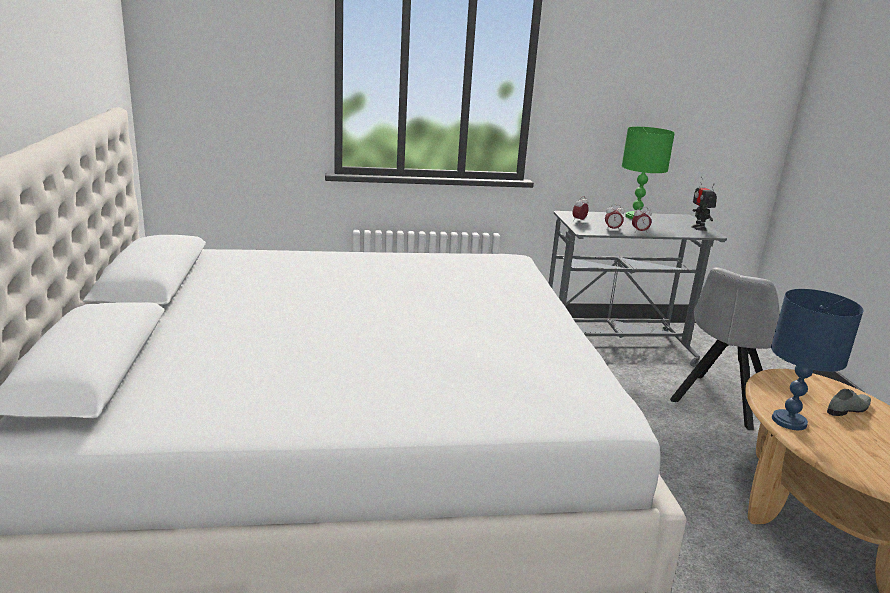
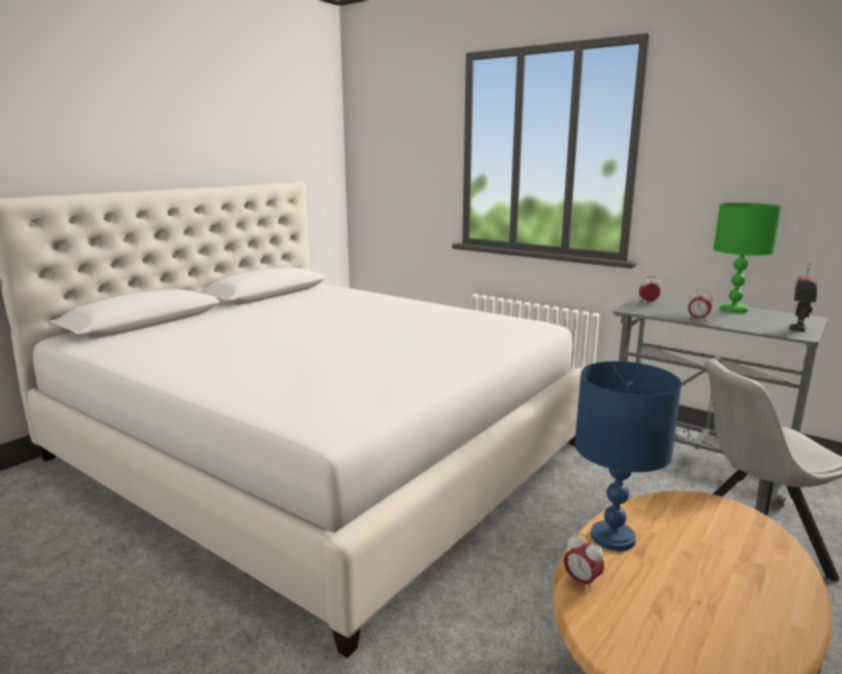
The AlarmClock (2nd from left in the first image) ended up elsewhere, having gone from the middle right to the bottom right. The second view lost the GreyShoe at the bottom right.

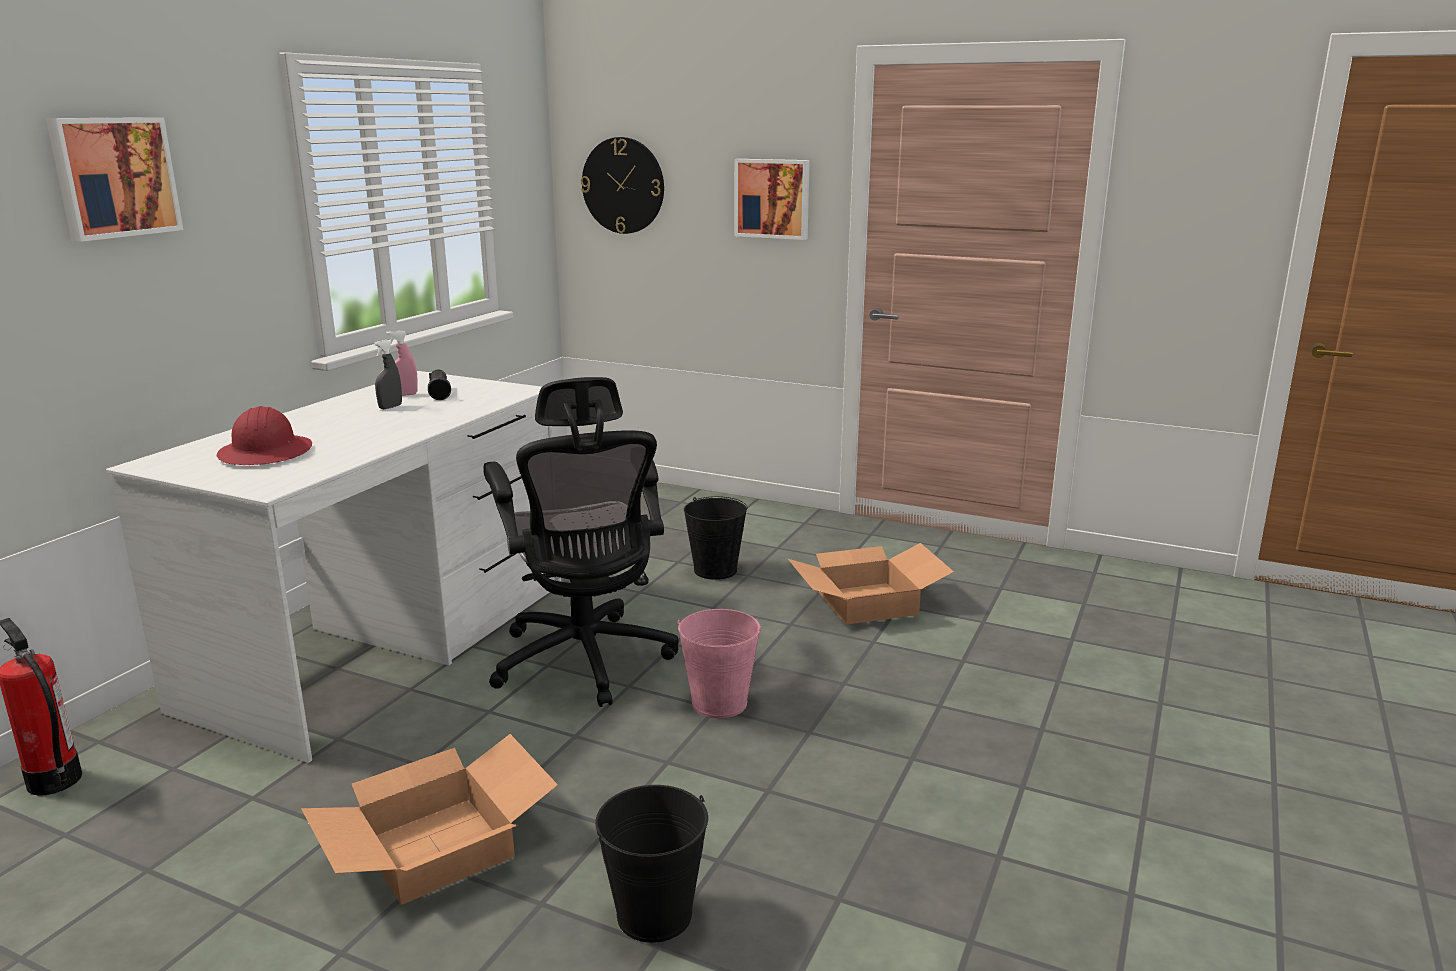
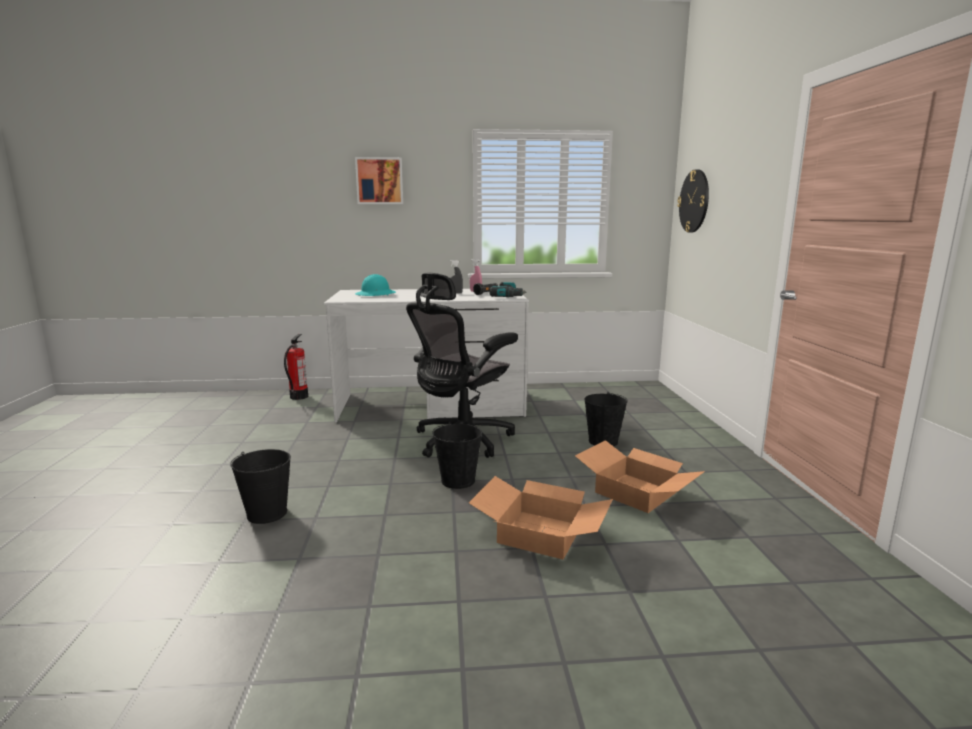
The second view lost the Picture (2nd from left) at the top centre. What was the RedHardHat at the middle left turned into the TurquoiseHardHat at the centre. What was the PinkBucket at the bottom centre turned into the BlackBucket (2nd from left) at the centre. The CardboardBox (1st from left) ended up elsewhere, having gone from the bottom left to the bottom centre. The second view gained the PowerDrill at the centre.

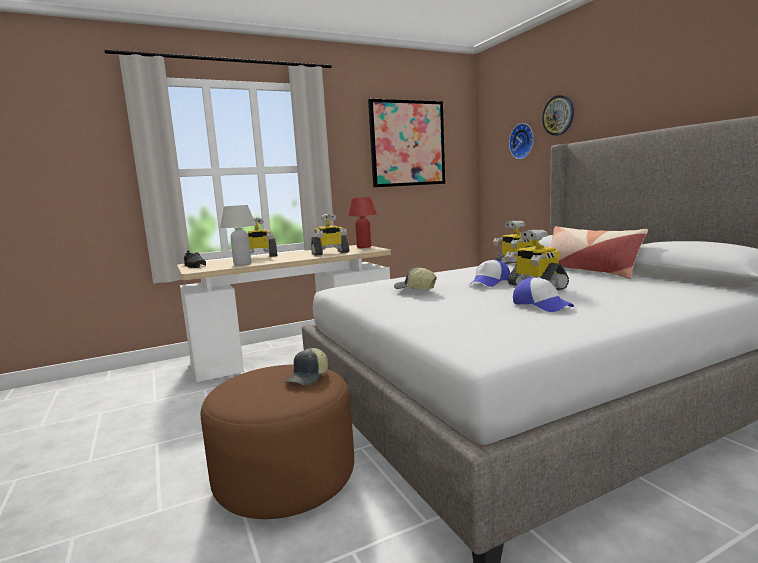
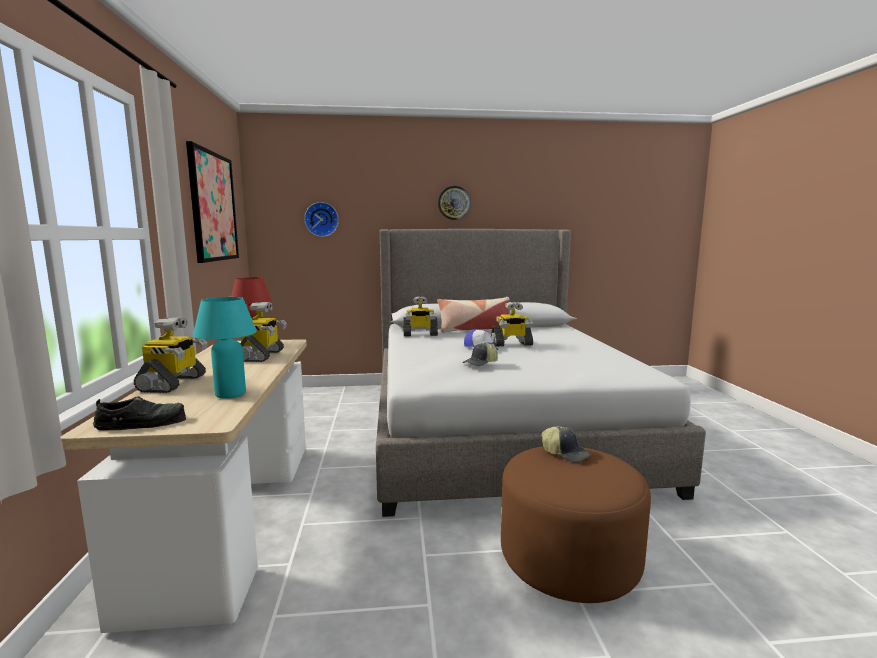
The WallClock (2nd from left) ended up elsewhere, having gone from the top right to the top centre. What was the WhiteTableLamp at the middle left turned into the TurquoiseTableLamp at the middle left. The second view lost the Cap (4th from left) at the middle right.

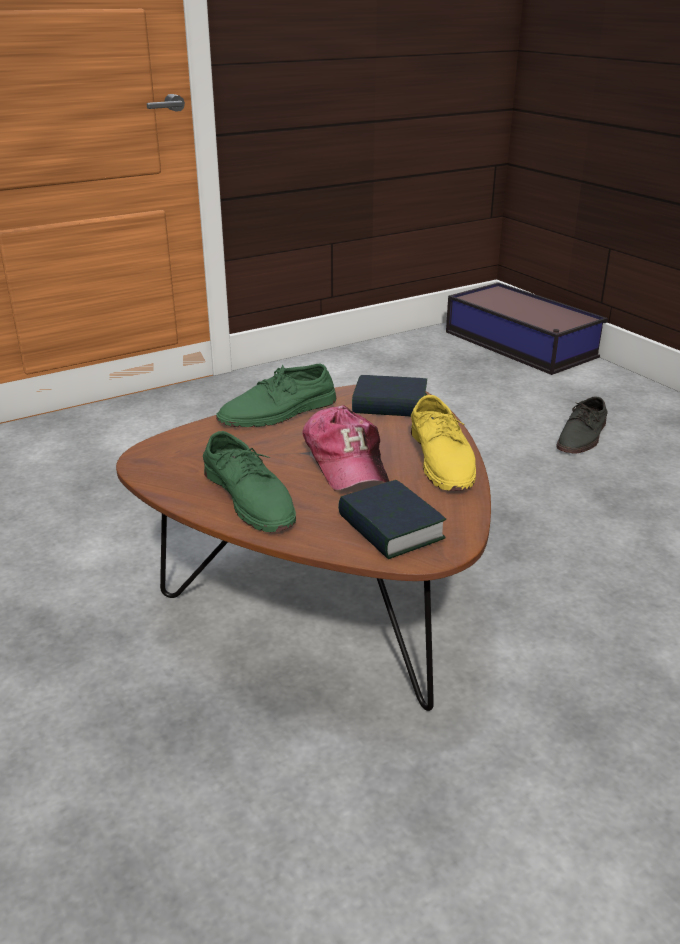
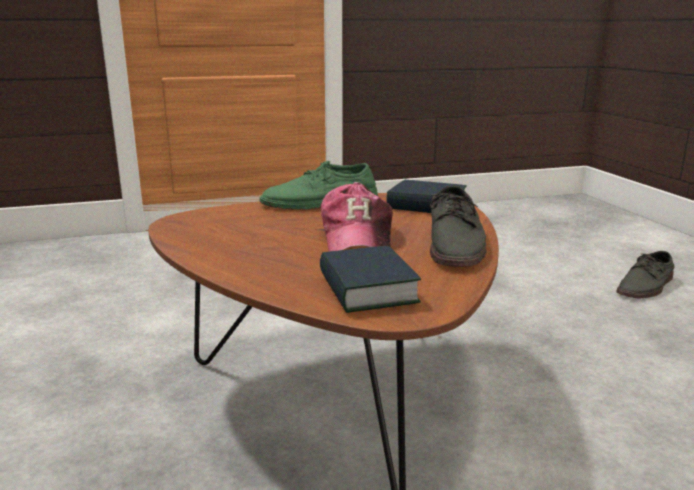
The second view lost the StorageBox at the middle right. What was the YellowShoe at the centre turned into the GreyShoe (1st from left) at the centre. The second view lost the GreenShoe (1st from left) at the centre.

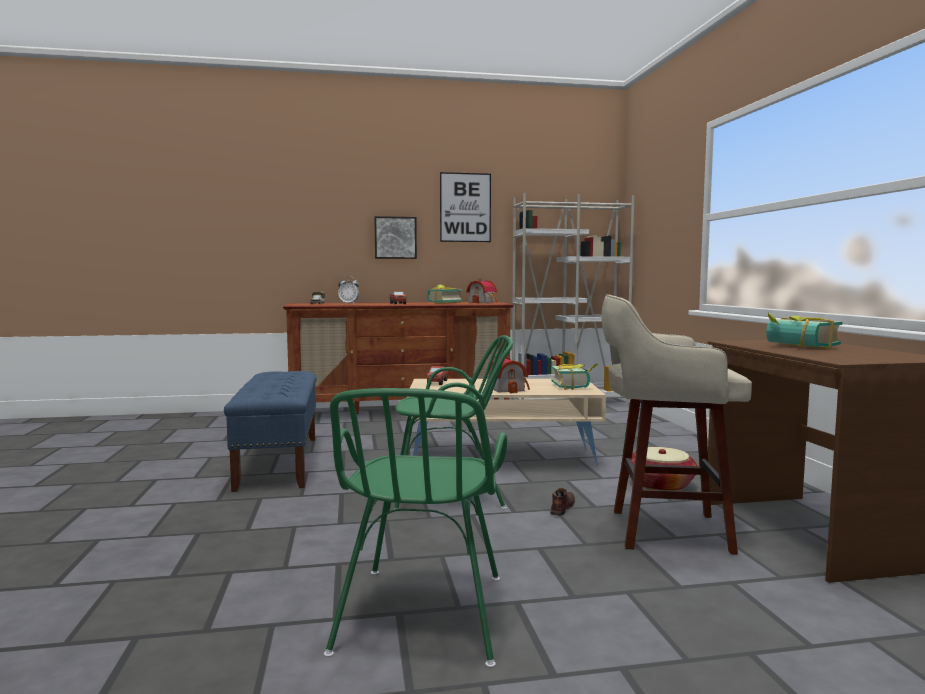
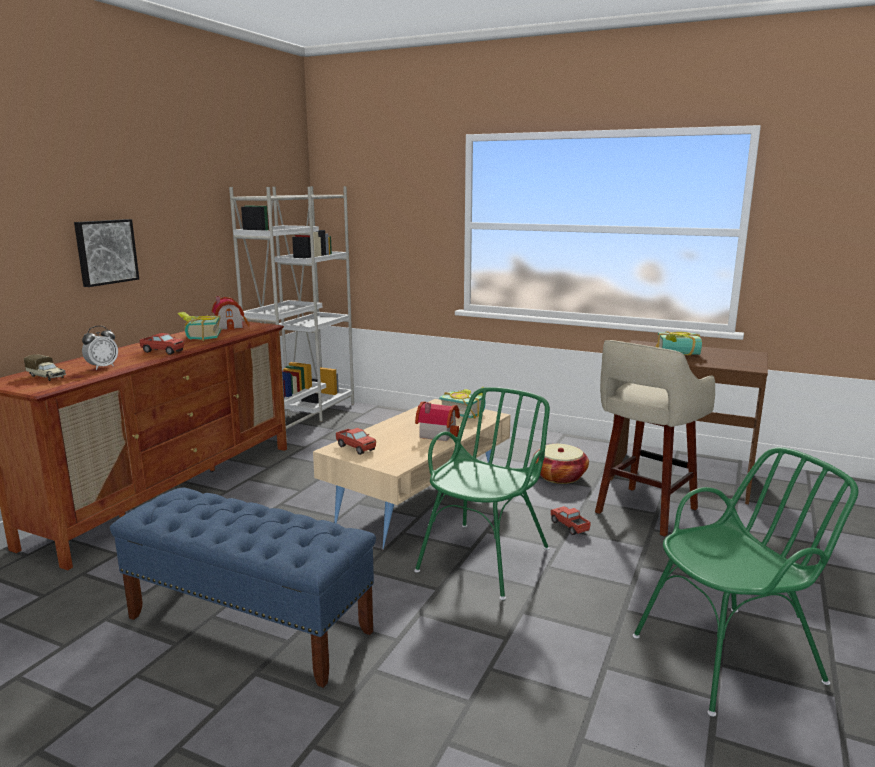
The second view lost the Picture (2nd from left) at the top centre. The GreenChair (1st from left in the first image) at the bottom centre ended up facing another way, 60 degrees counterclockwise from before. Where the BrownShoe stood at the bottom centre, the ToyTruck (4th from left) came to stand at the bottom centre.

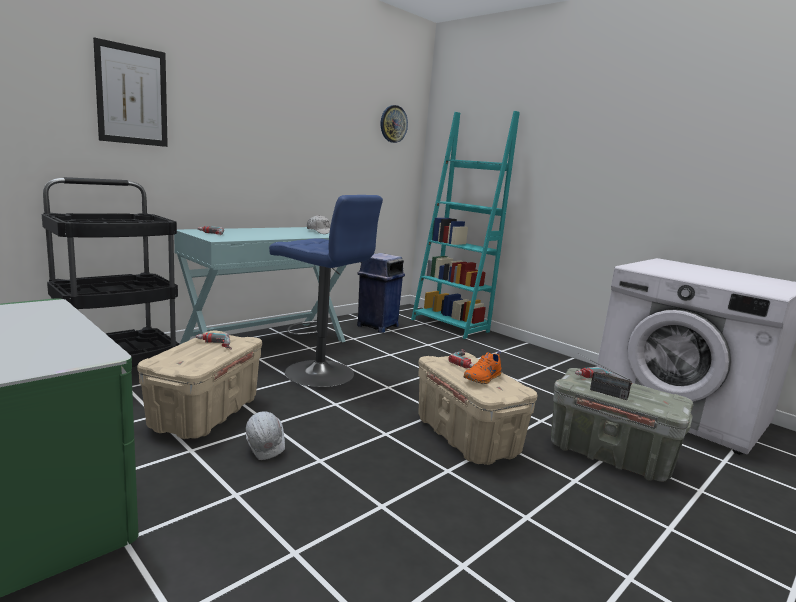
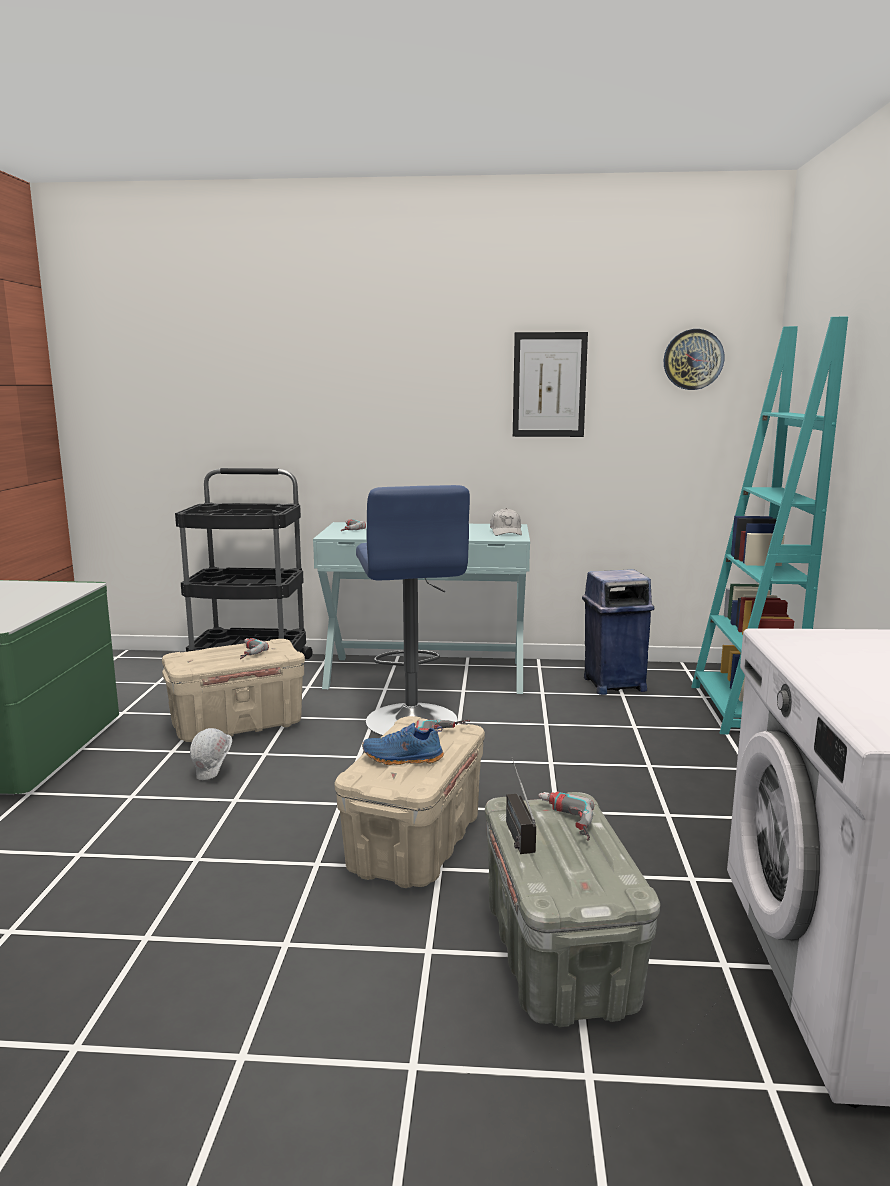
The Picture ended up elsewhere, having gone from the top left to the top centre. What was the OrangeShoe at the centre turned into the BlueShoe at the centre.

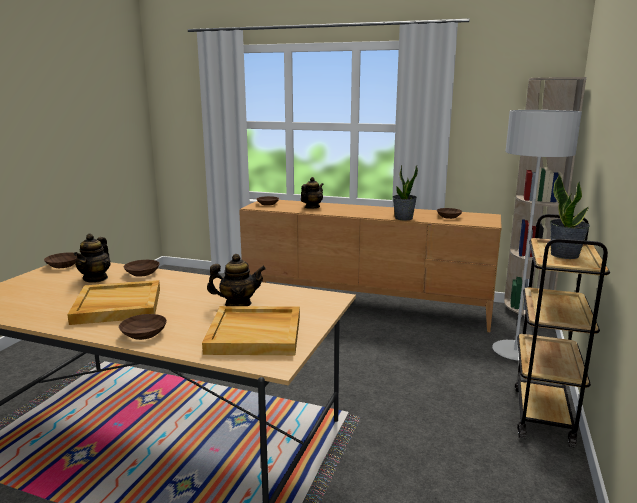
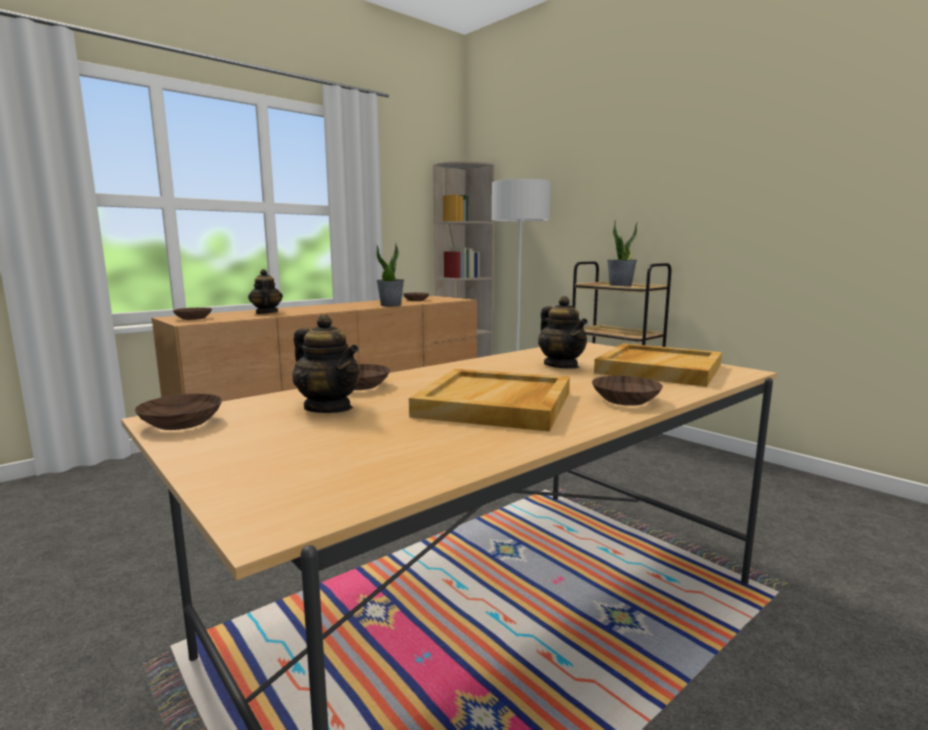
The Teapot (2nd from left in the first image) at the centre ended up facing another way, 135 degrees clockwise from before.

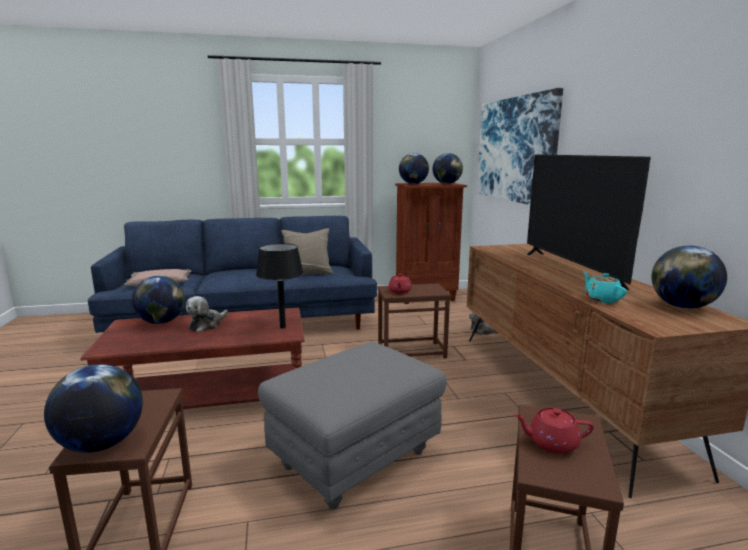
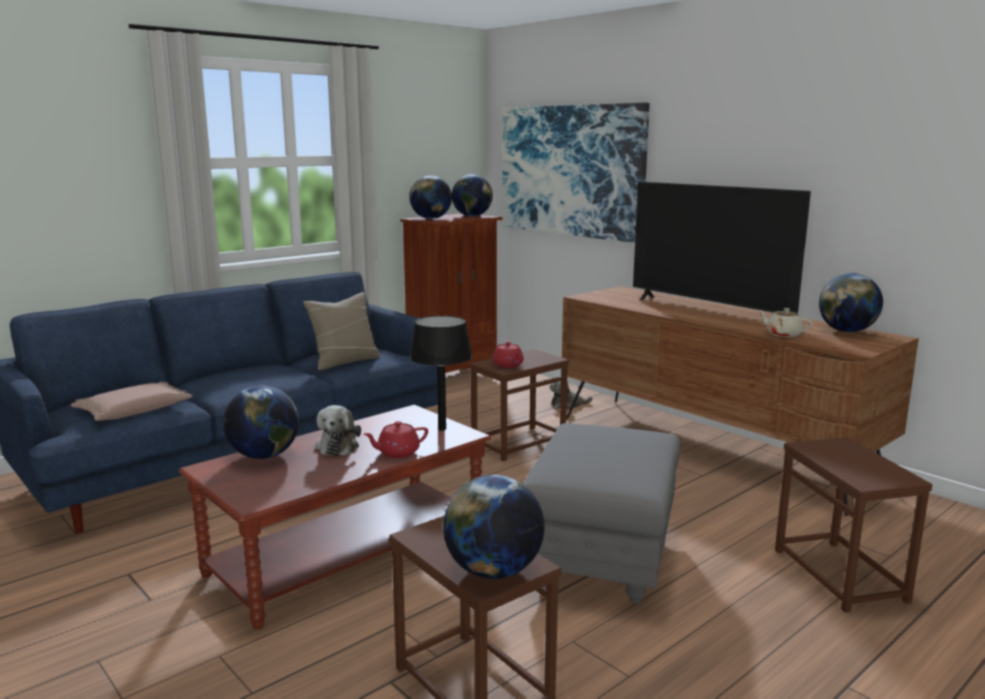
What was the TurquoiseTeapot at the middle right turned into the BeigeTeapot at the middle right. The RedTeapot (2nd from left in the first image) ended up elsewhere, having gone from the bottom right to the centre.

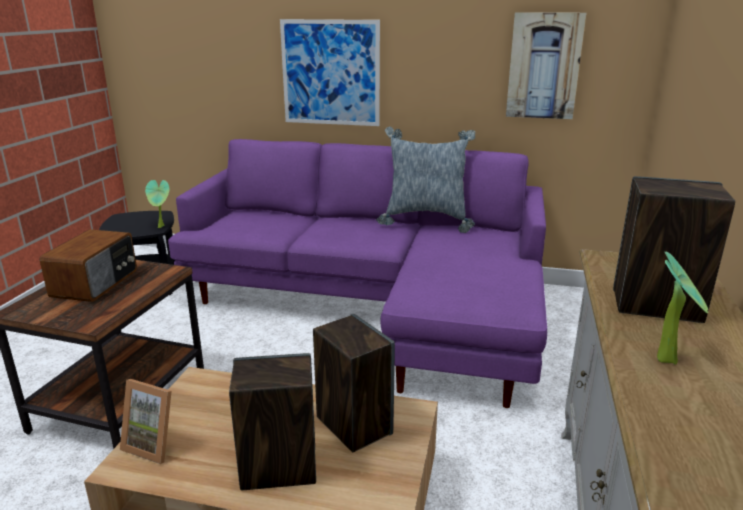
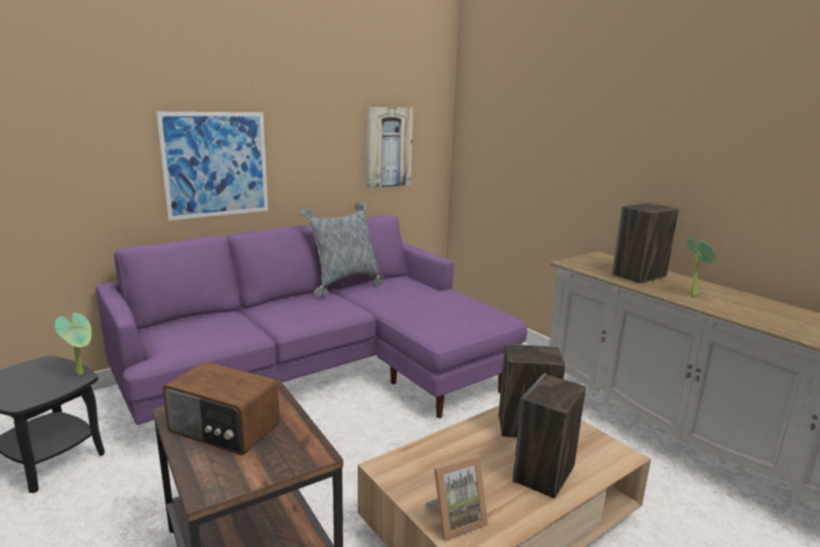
The Radio at the middle left ended up facing another way, 150 degrees clockwise from before.

